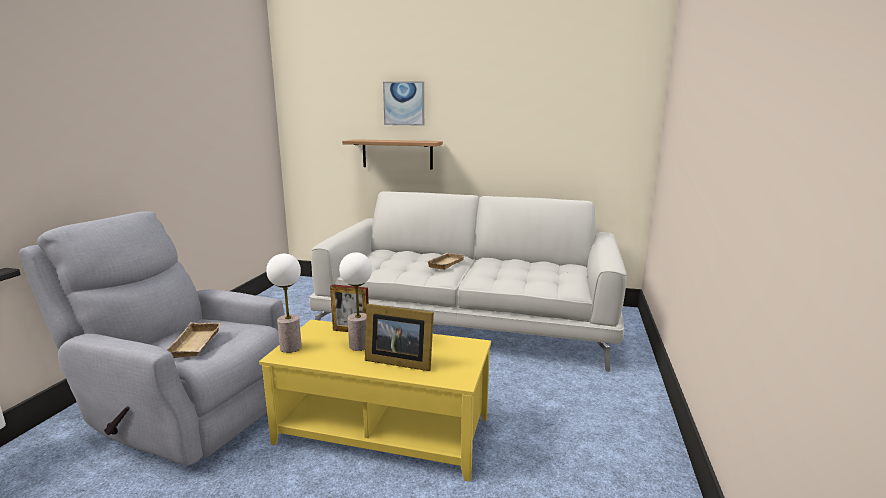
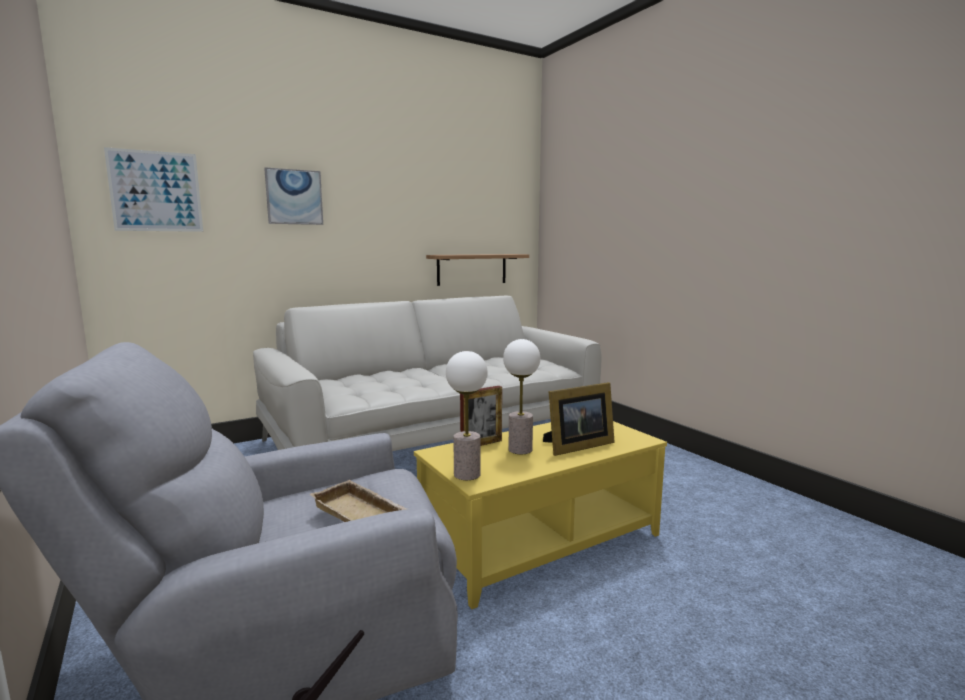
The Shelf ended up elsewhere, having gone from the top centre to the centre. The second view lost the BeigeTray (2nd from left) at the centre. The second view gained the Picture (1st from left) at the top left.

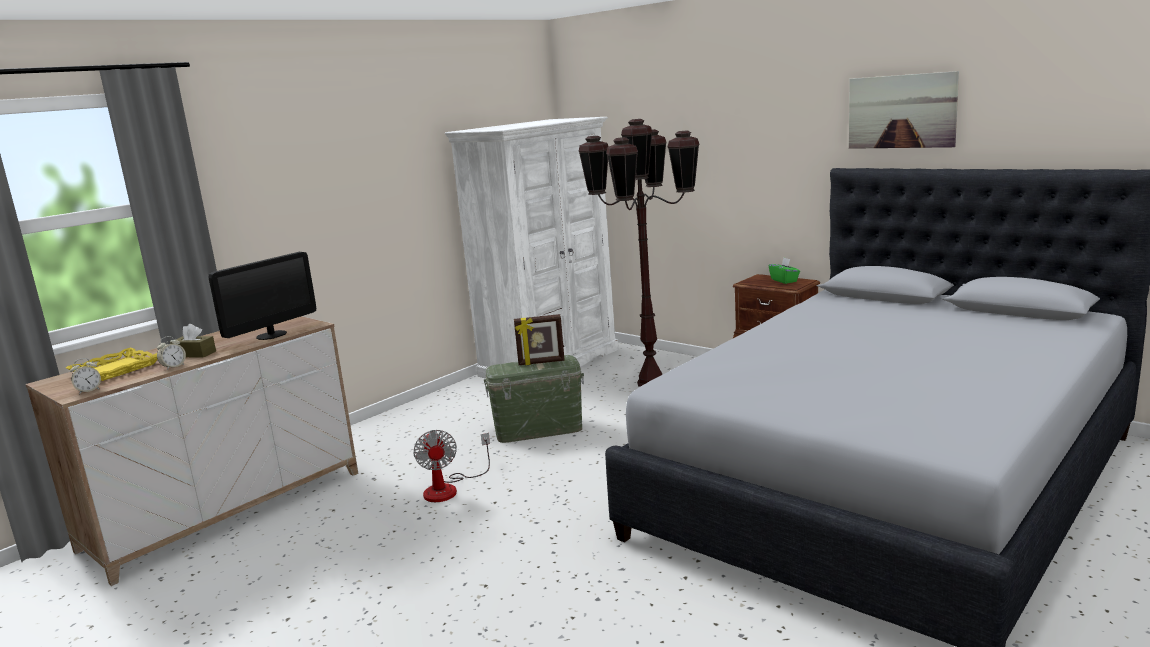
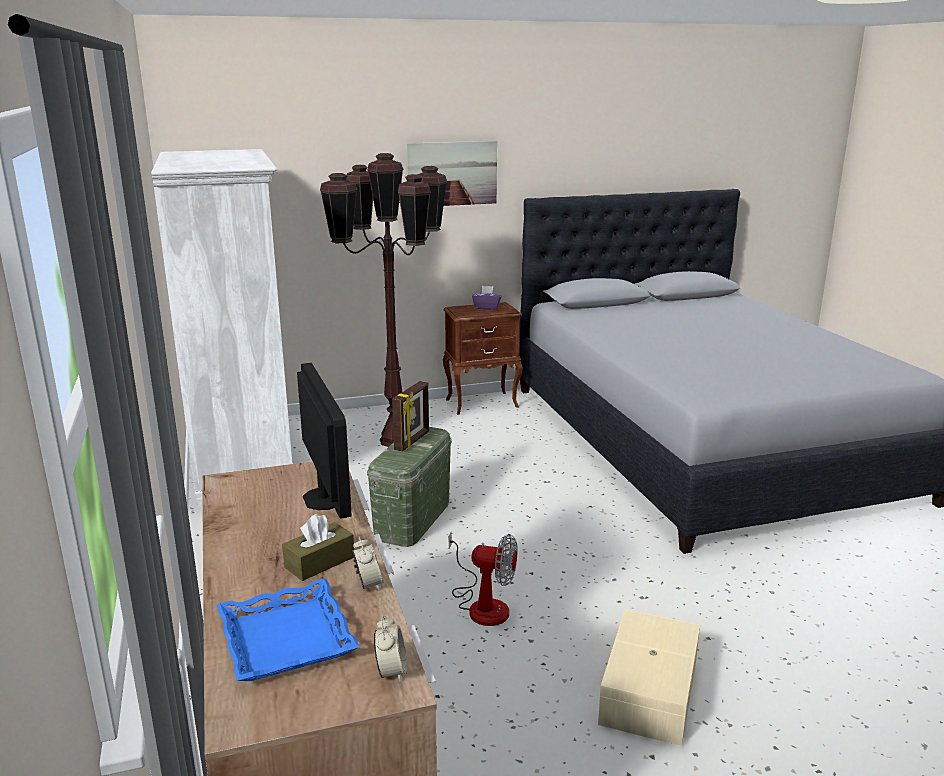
The Picture ended up elsewhere, having gone from the top right to the top centre. What was the GreenTissueBox at the middle right turned into the PurpleTissueBox at the centre. What was the YellowTray at the middle left turned into the BlueTray at the bottom left. The second view gained the BeigeStorageBox at the bottom right.

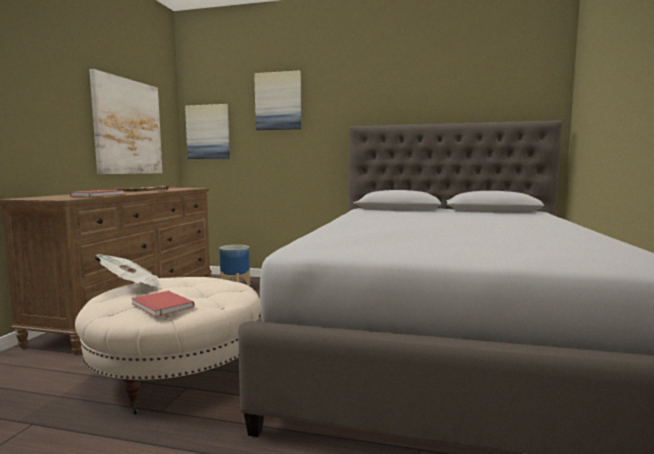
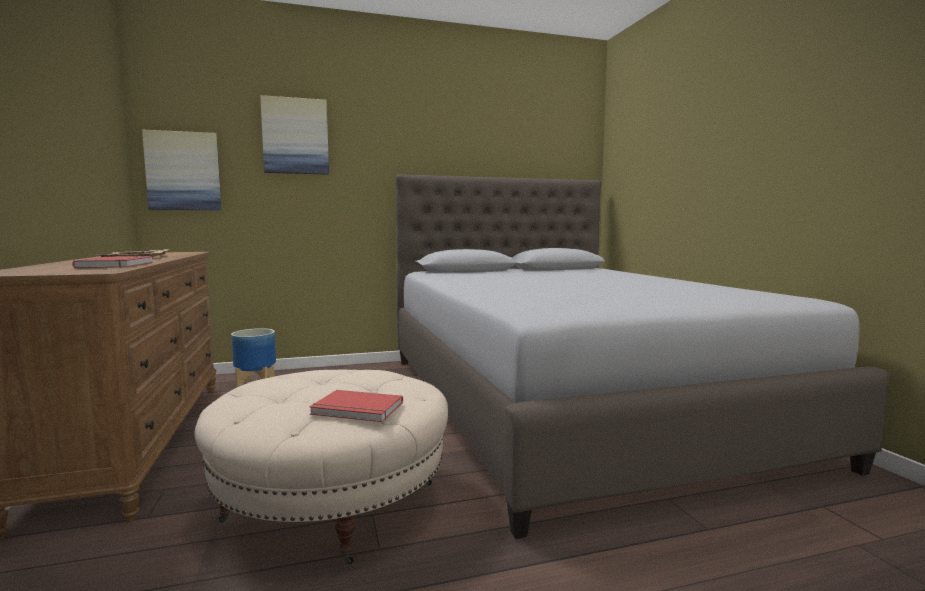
The second view lost the Picture (1st from left) at the top left. The second view lost the Newspaper at the middle left.

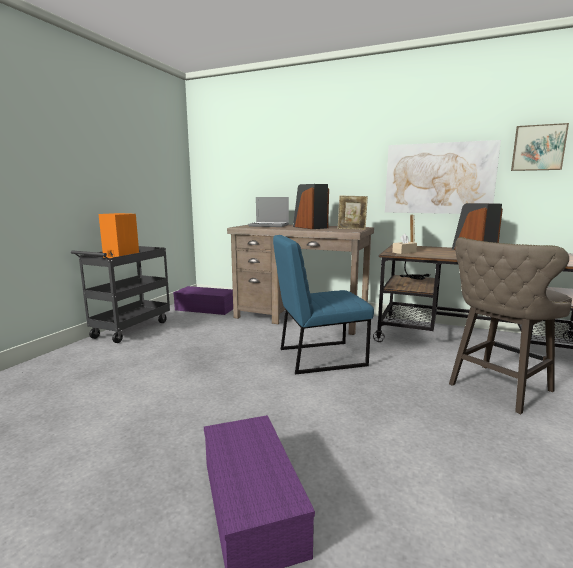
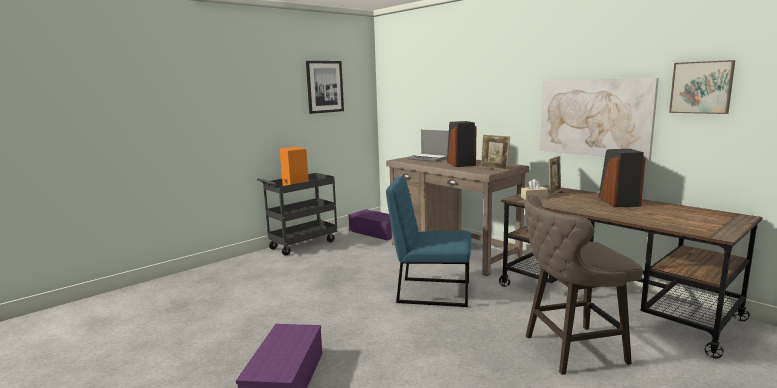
The second view gained the Picture (1st from left) at the top centre.

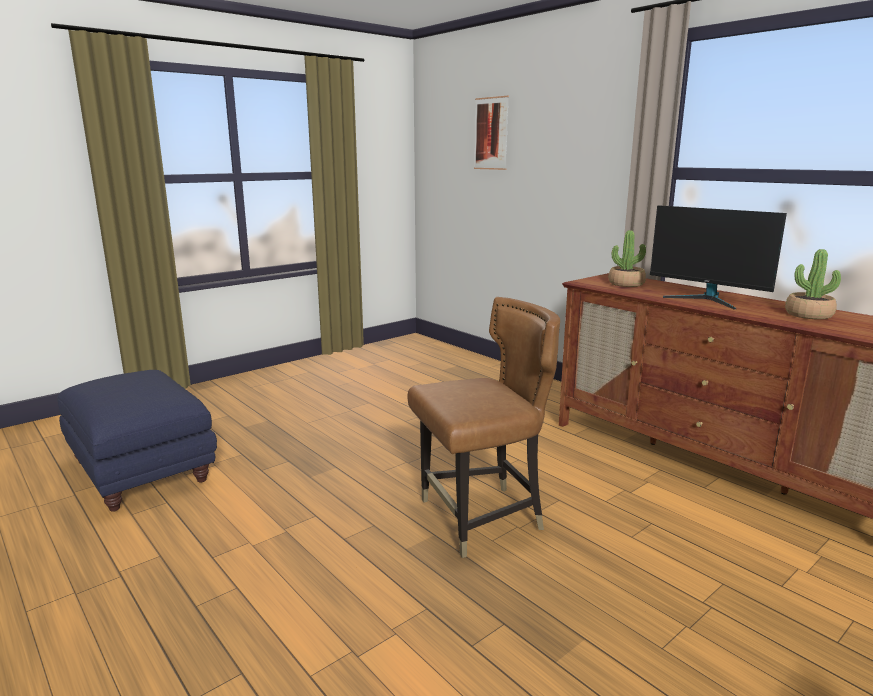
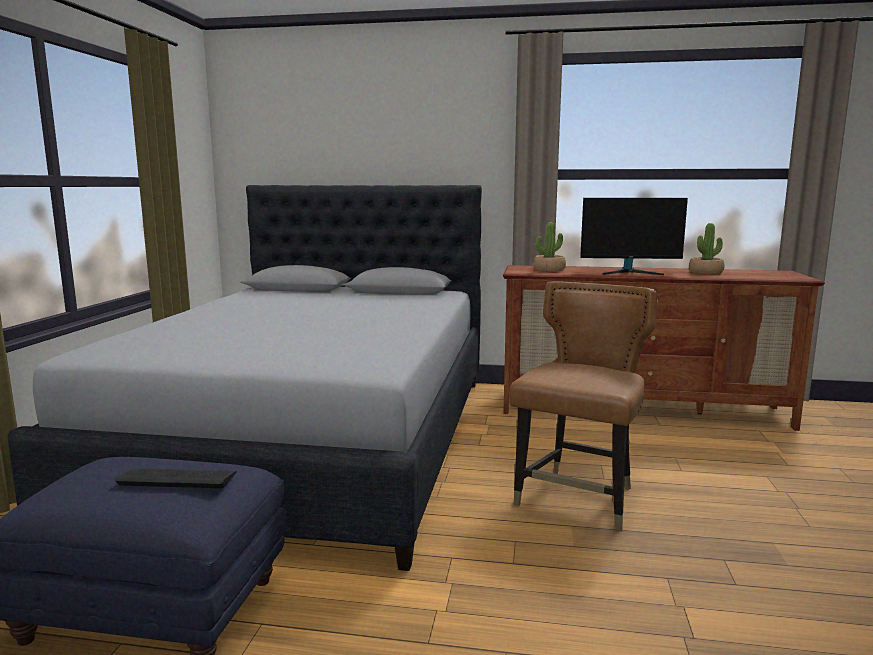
The second view lost the Picture at the top centre. The second view gained the GreyBed at the middle left. The second view gained the Keyboard at the bottom left.

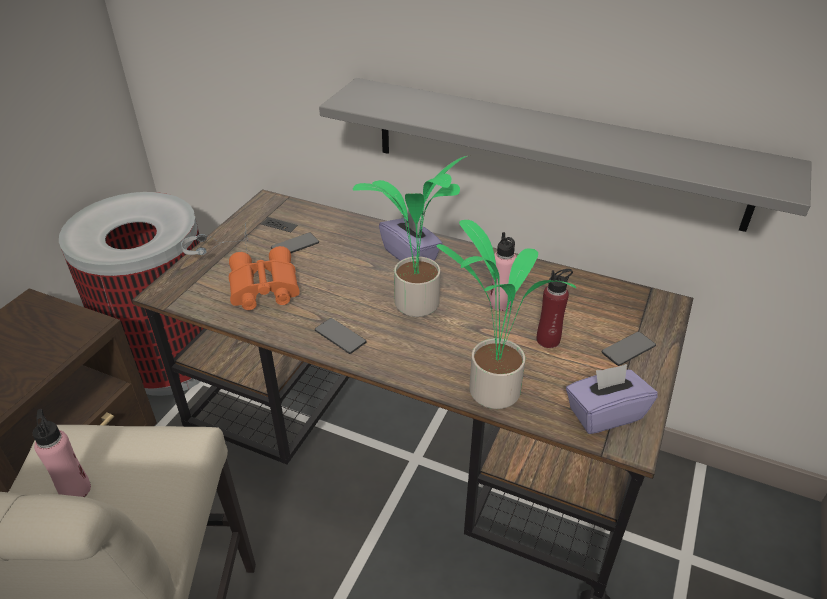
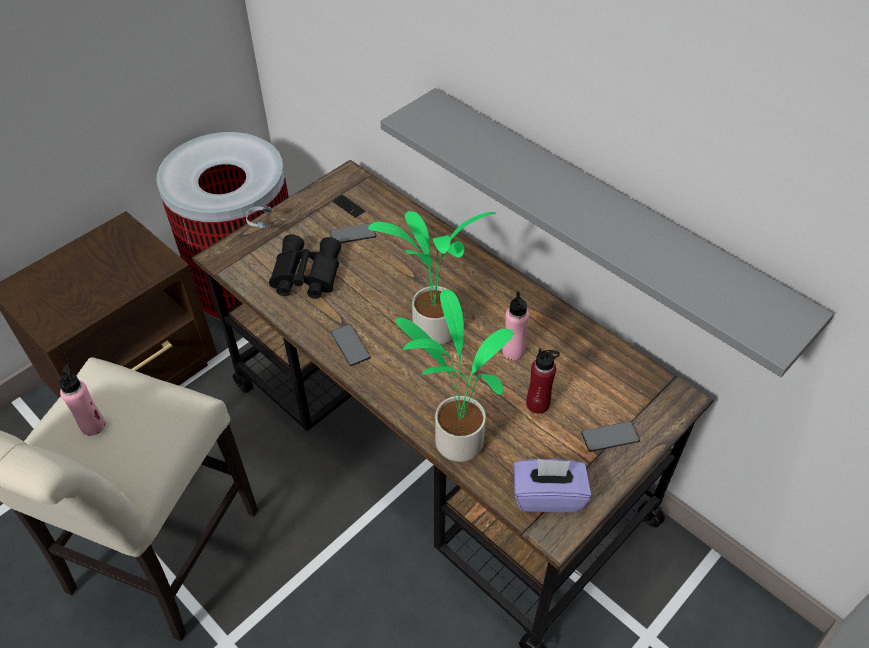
The second view lost the PurpleTissueBox (1st from left) at the centre. What was the OrangeBinoculars at the middle left turned into the BlackBinoculars at the centre.

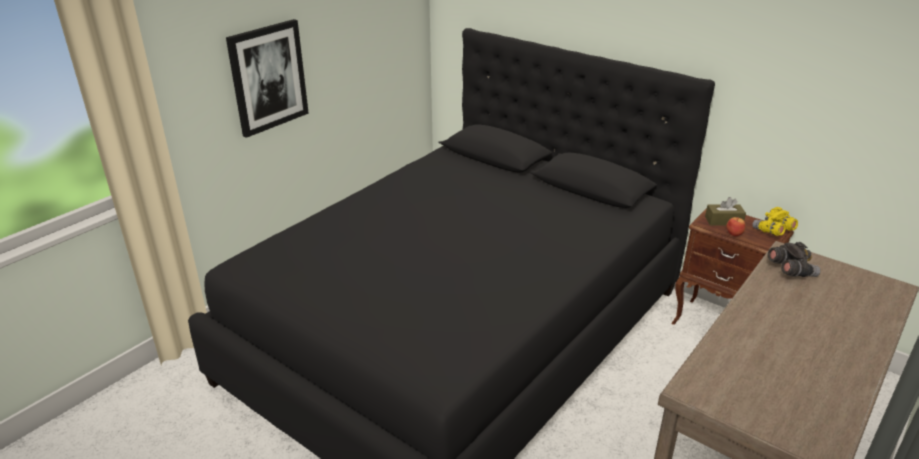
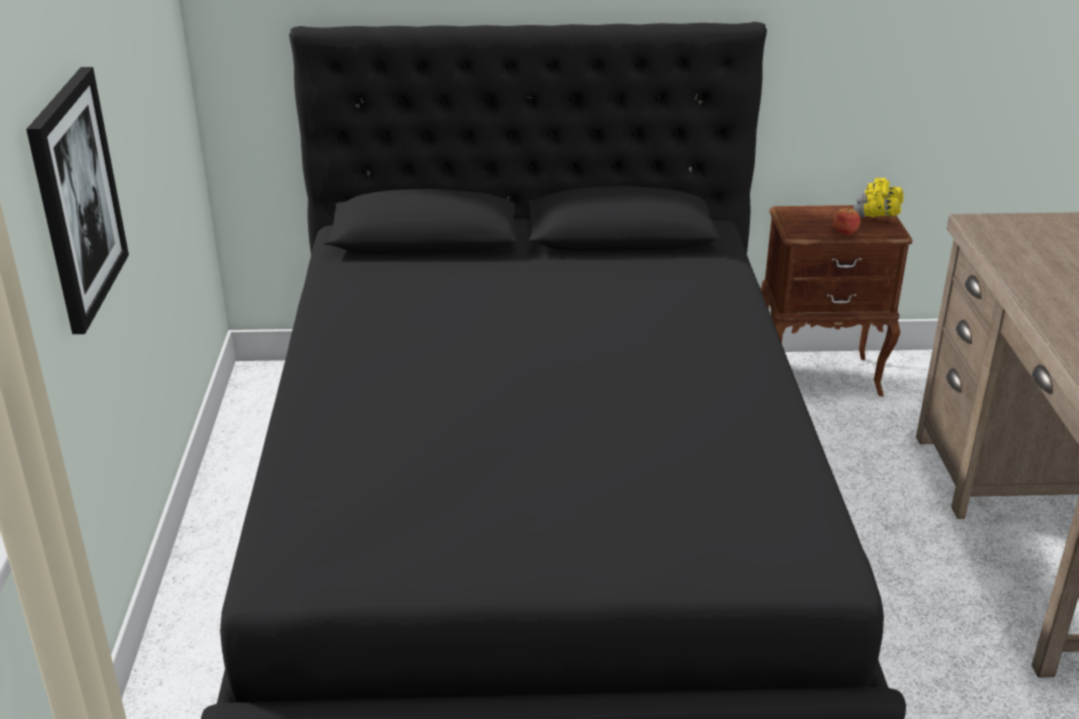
The second view lost the BrownTissueBox at the middle right. The second view lost the GreyBinoculars at the middle right.

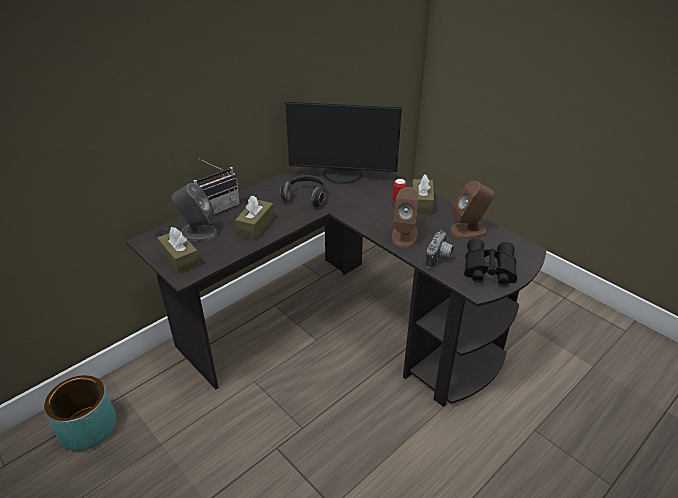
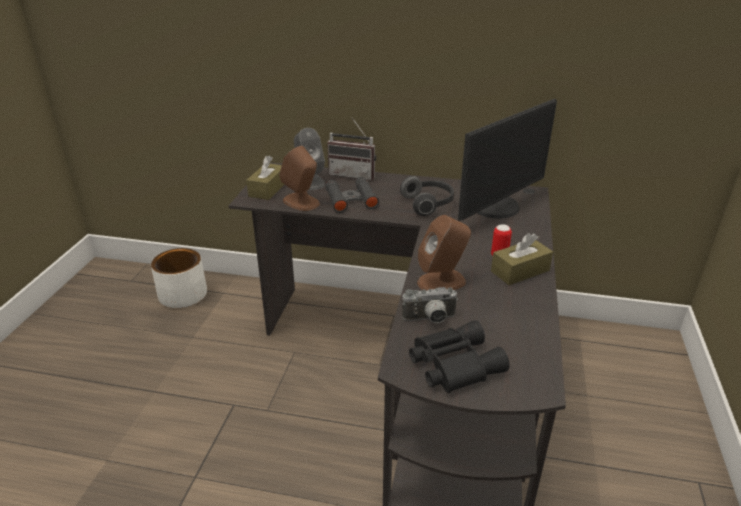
The Monitor at the top centre ended up facing another way, 105 degrees counterclockwise from before. The BrownSpeaker (2nd from left in the first image) ended up elsewhere, having gone from the middle right to the centre. Where the BrownTissueBox (2nd from left) stood at the centre, the BlackBinoculars (1st from left) came to stand at the centre. What was the TurquoisePlanter at the bottom left turned into the WhitePlanter at the middle left.

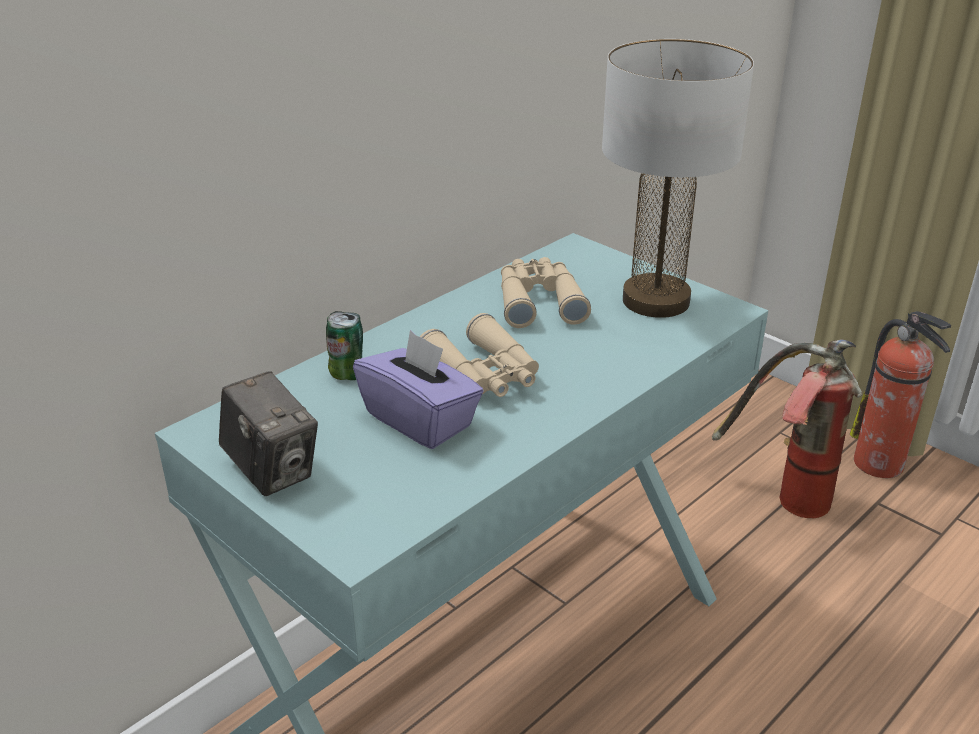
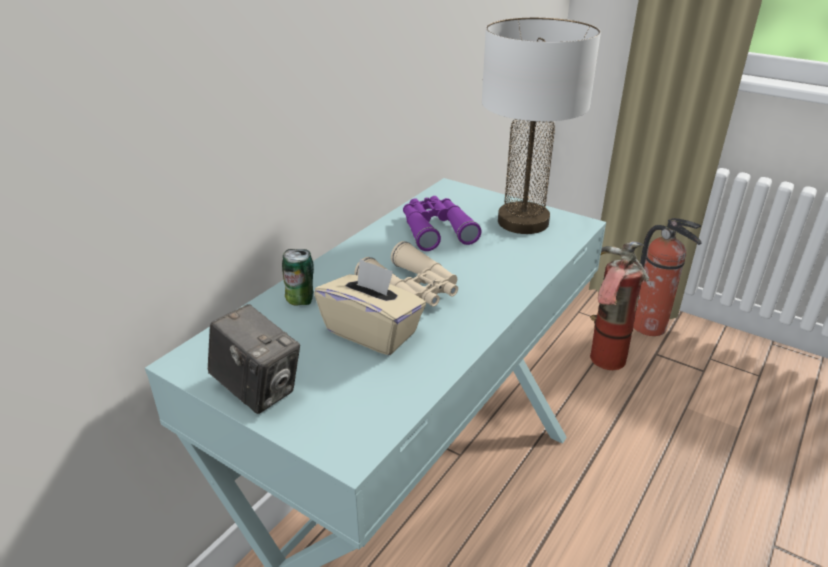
What was the BeigeBinoculars (2nd from left) at the centre turned into the PurpleBinoculars at the centre. What was the PurpleTissueBox at the centre turned into the BeigeTissueBox at the centre.

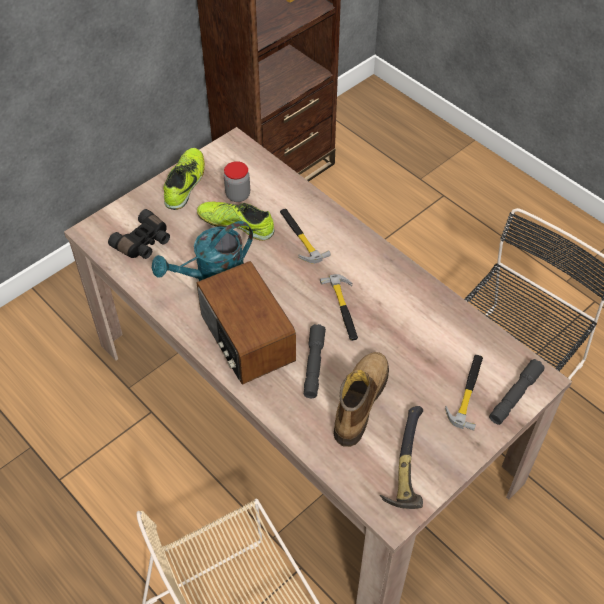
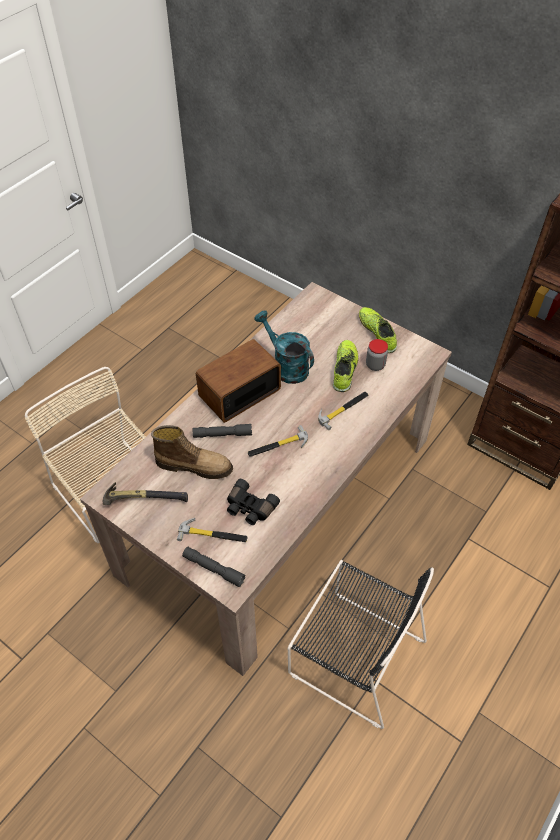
The Shoe (1st from left in the first image) at the top left ended up facing another way, 120 degrees counterclockwise from before. The BlackBinoculars ended up elsewhere, having gone from the middle left to the centre.

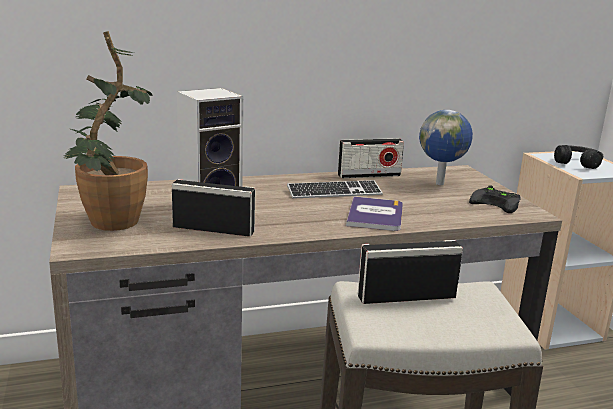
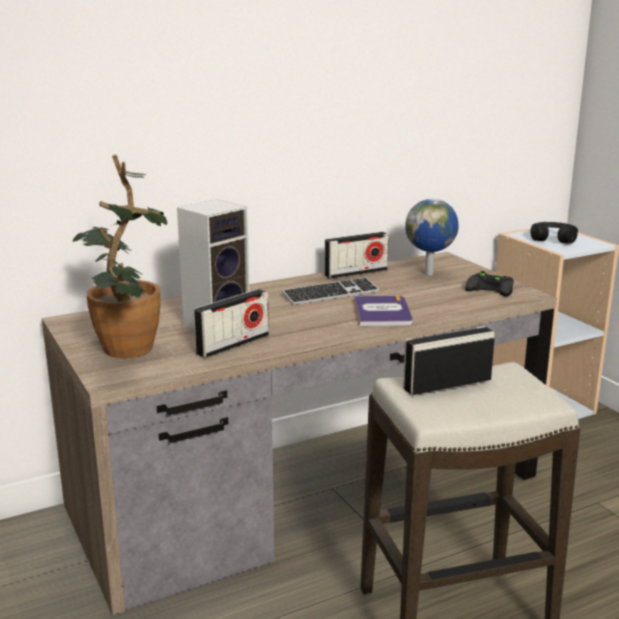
The Radio (1st from left) at the centre ended up facing another way, 135 degrees clockwise from before.

